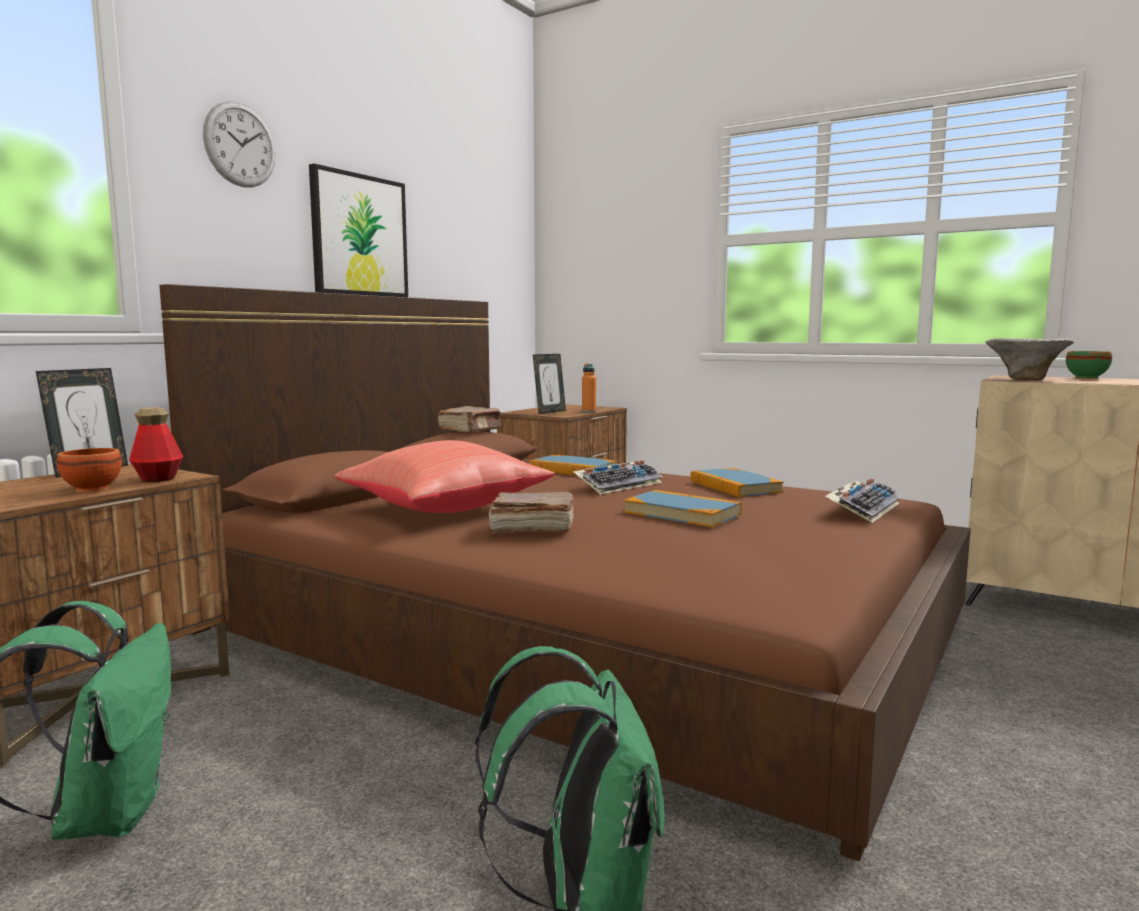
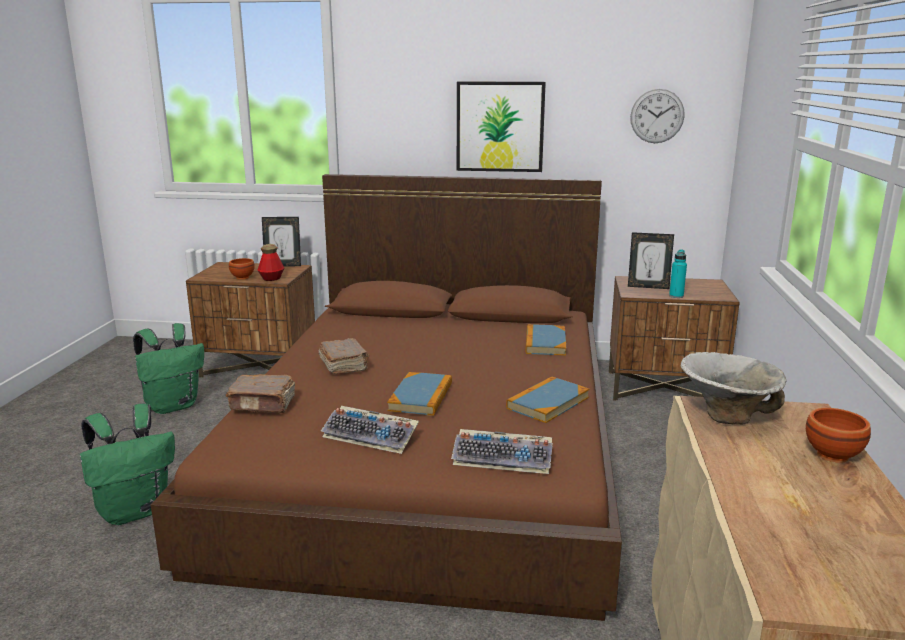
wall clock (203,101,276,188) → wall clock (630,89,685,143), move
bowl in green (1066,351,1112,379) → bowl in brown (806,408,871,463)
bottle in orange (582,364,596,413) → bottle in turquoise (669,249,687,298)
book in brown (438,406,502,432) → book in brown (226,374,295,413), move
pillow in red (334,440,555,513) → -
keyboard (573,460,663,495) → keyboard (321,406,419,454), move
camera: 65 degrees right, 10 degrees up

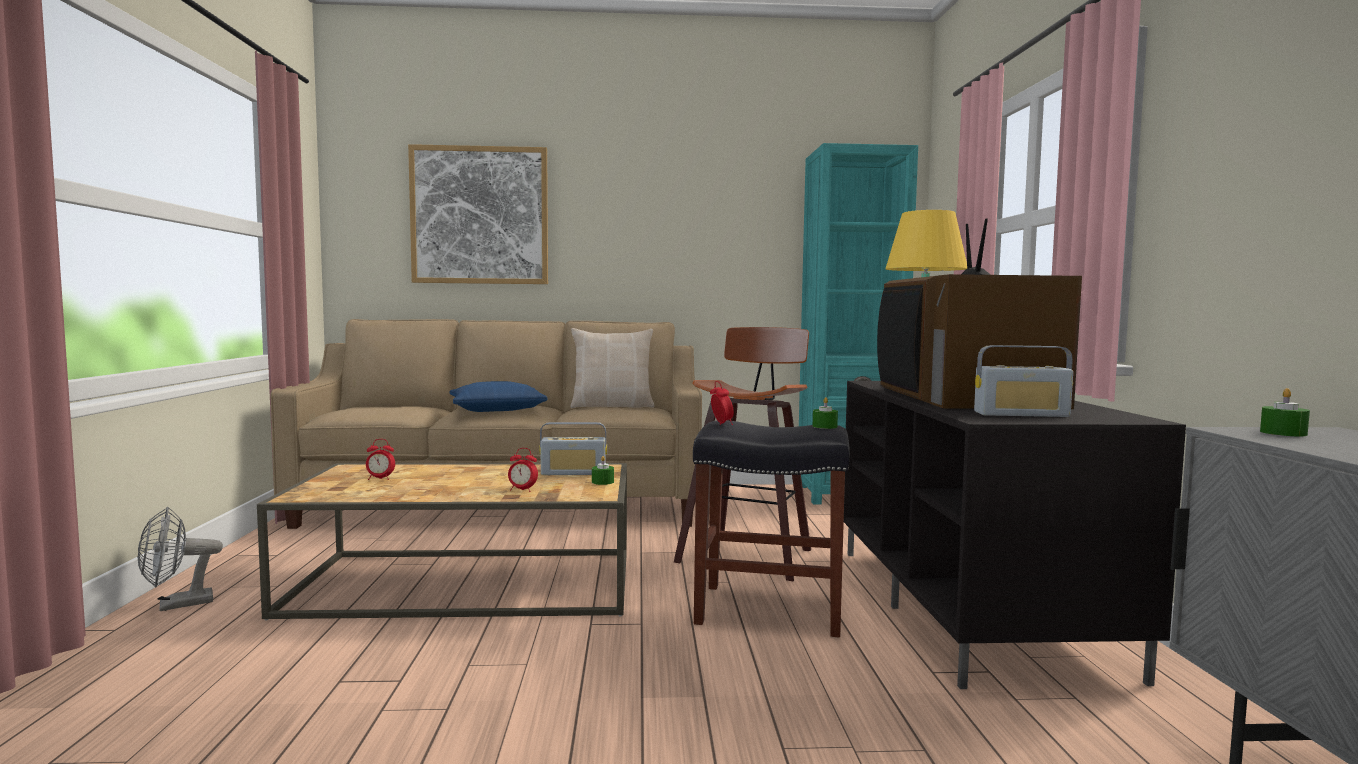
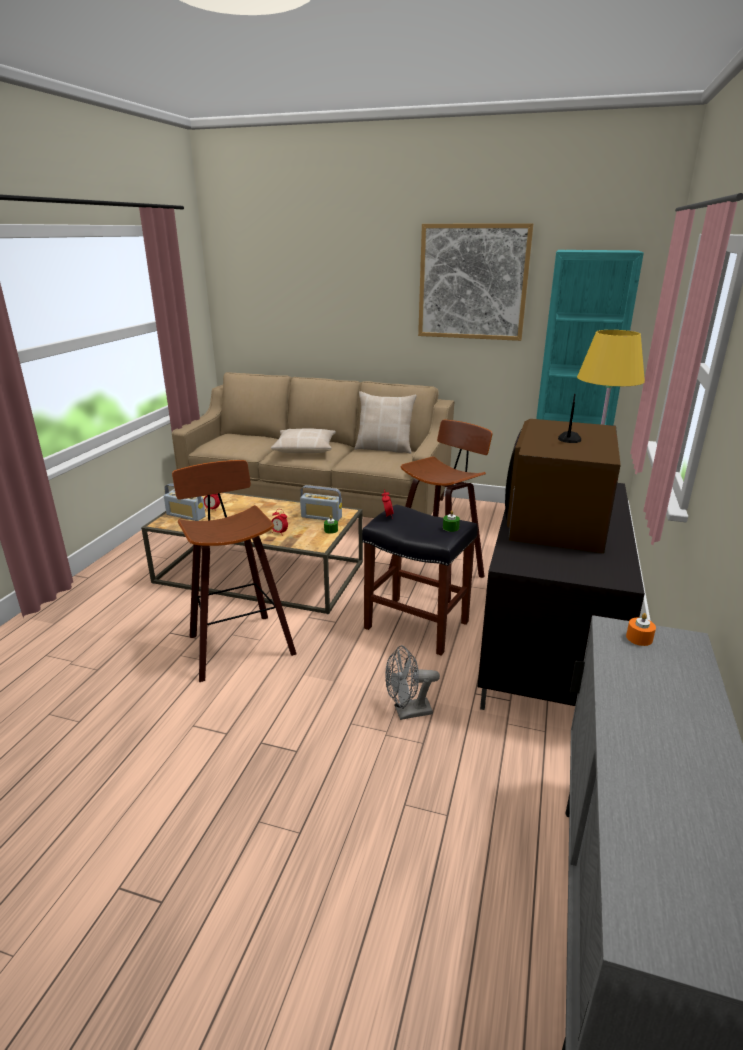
picture (408,144,548,284) → picture (418,223,533,341), move
radio (974,345,1073,417) → radio (164,483,206,521), move
pillow in blue (450,381,547,412) → pillow in beige (271,429,336,453)
candle in green (1260,388,1310,436) → candle in orange (626,613,656,646)
fan in grey (138,506,223,611) → fan in grey (385,645,440,720), move
- → stool (172,460,297,682)
camera: 20 degrees right, 20 degrees up

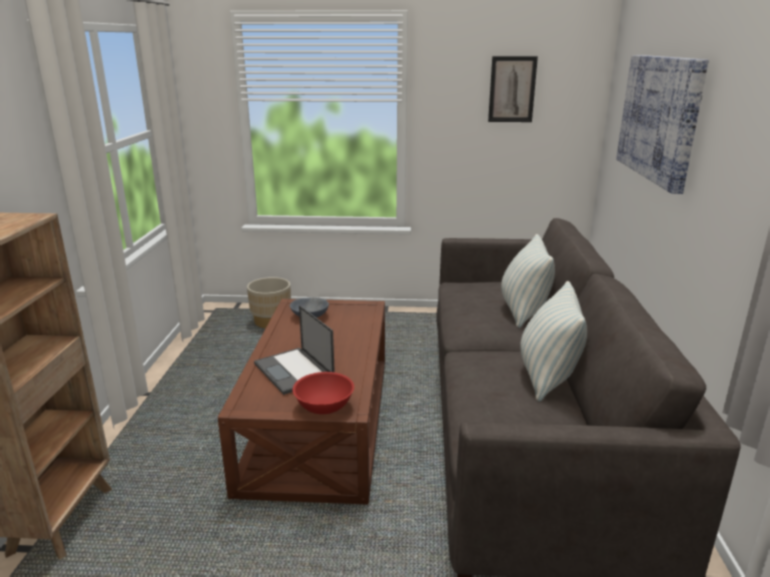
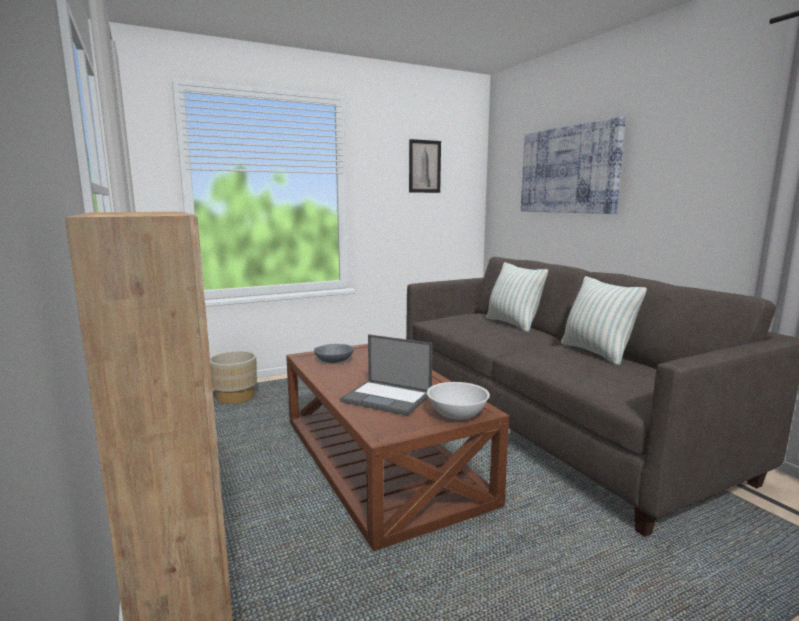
bowl in red (293,372,354,414) → bowl in white (427,382,490,420)
camera: 30 degrees left, 10 degrees down

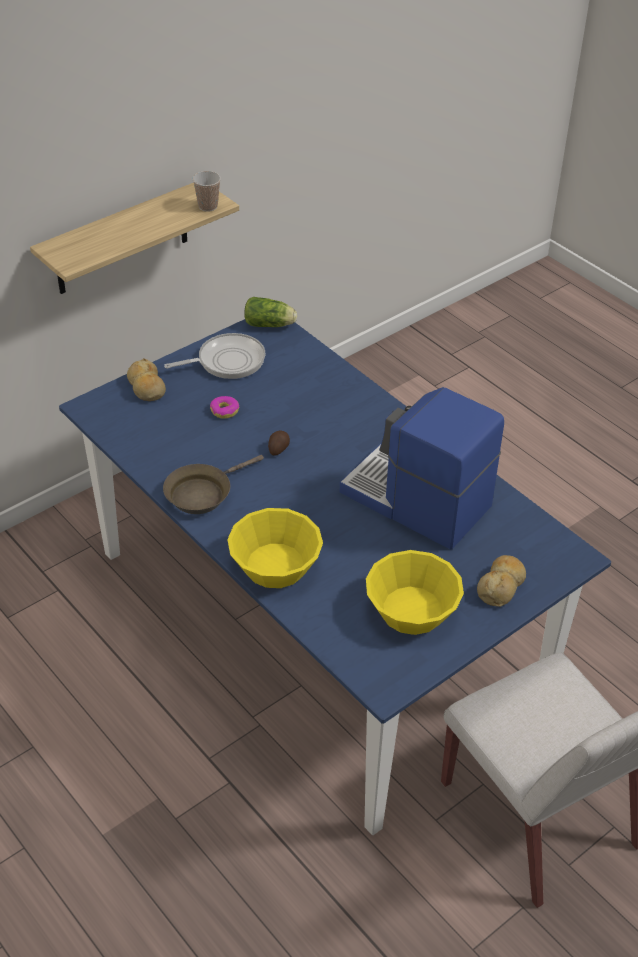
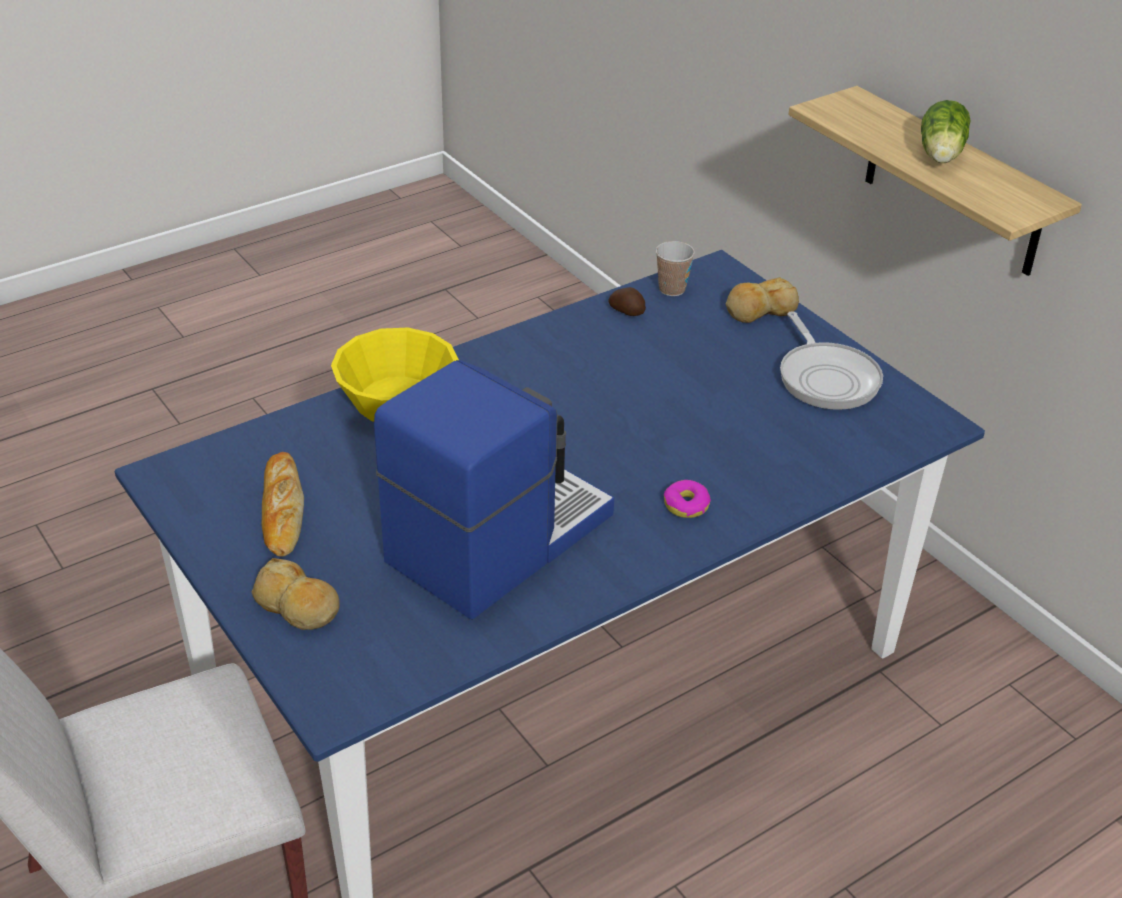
cup (192,171,221,211) → cup (656,241,695,296), move
lettuce (244,297,297,327) → lettuce (921,100,971,163), move
donut (210,396,240,419) → donut (664,480,711,518), move
potato (268,431,290,456) → potato (608,287,646,316), move
frying pan in brown (163,455,264,514) → -
bowl in yellow (366,550,464,635) → bread (261,452,304,556)
camera: 95 degrees right, 5 degrees down

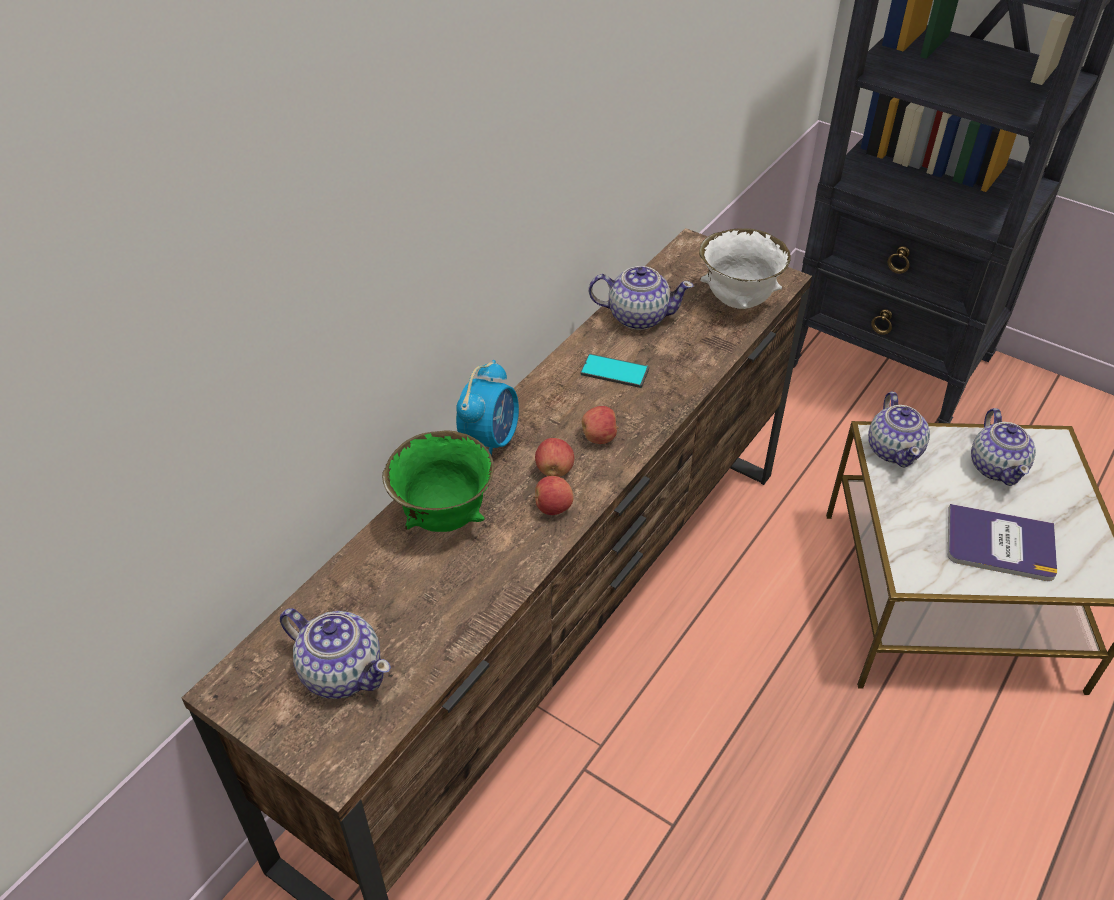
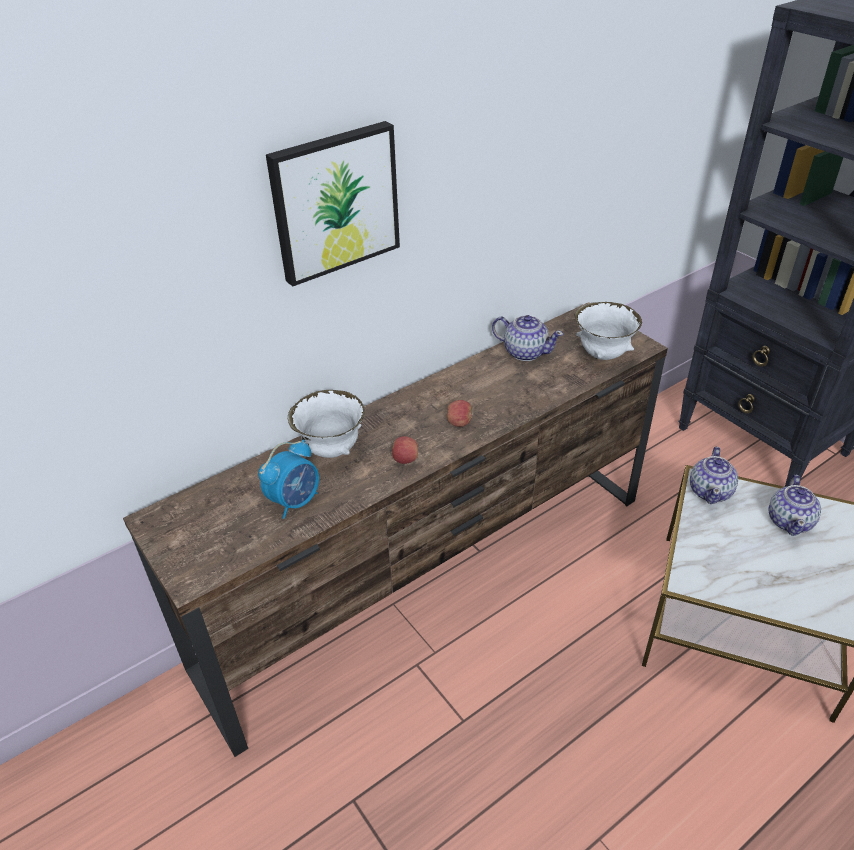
phone (580,354,649,388) → -
alarm clock (456,360,519,456) → alarm clock (258,440,319,519), move
bowl in green (382,430,494,532) → bowl in white (288,390,365,458)
apple (535,438,574,477) → -
book (948,504,1057,581) → -
teapot (280,608,391,699) → -
- → picture (266,121,400,287)
camera: 20 degrees right, 5 degrees down

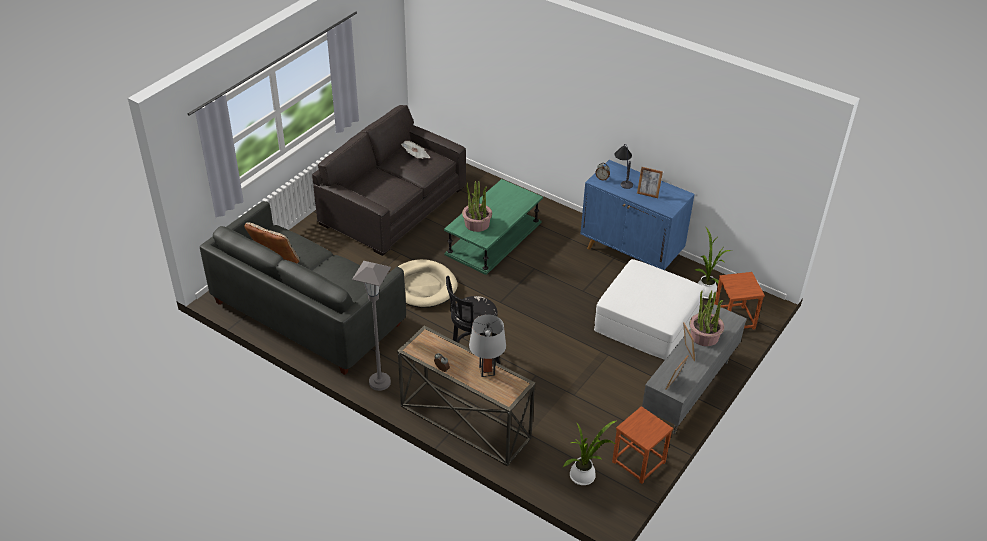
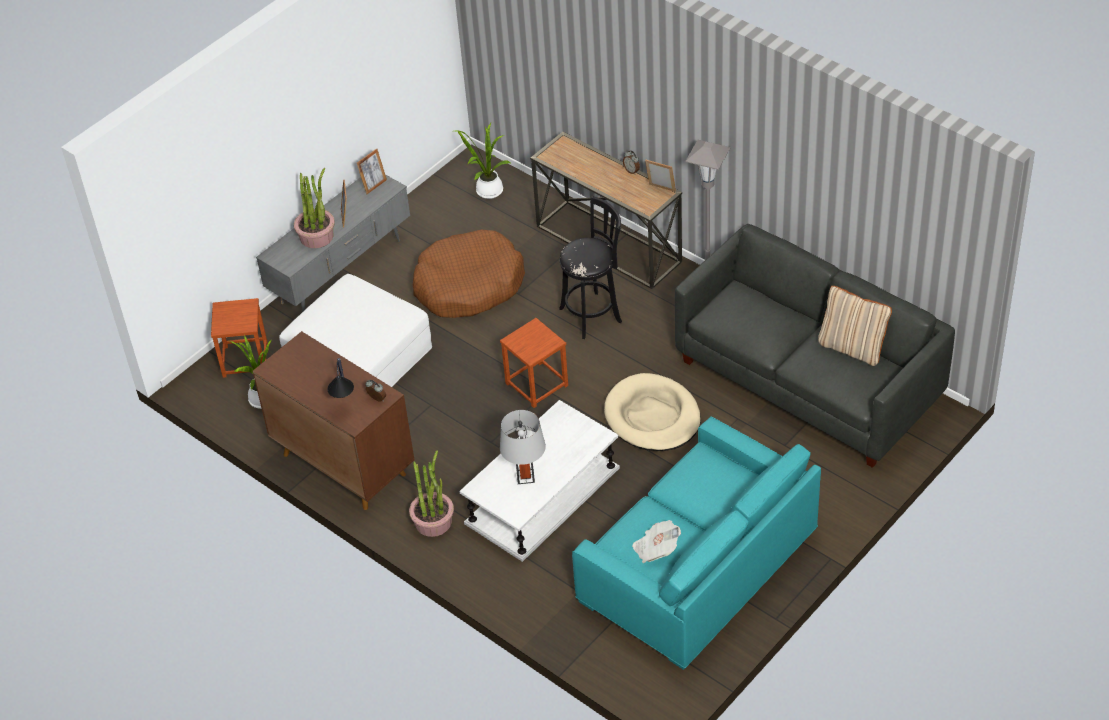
sofa in grey (312,105,466,256) → sofa in turquoise (572,416,821,670)
cabinet in blue (581,160,695,270) → cabinet in brown (253,331,415,510)
picture frame (637,167,663,198) → picture frame (645,160,676,192), move
coffee table in green (444,179,543,275) → coffee table in white (460,400,620,562)
potted plant (462,181,492,232) → potted plant (409,450,454,537), move
table lamp in grey (469,314,506,377) → table lamp in grey (500,410,546,484), move
stool in brown (612,406,673,484) → stool in brown (500,318,568,408), move
- → dog bed in brown (413,230,525,318)
camera: 170 degrees left, 5 degrees up

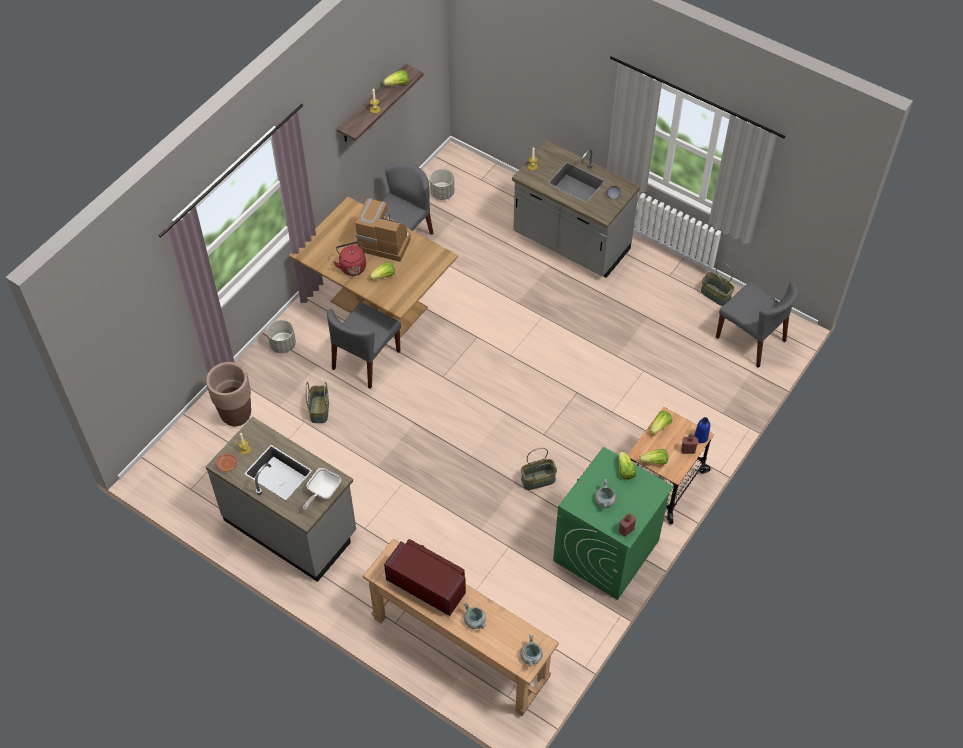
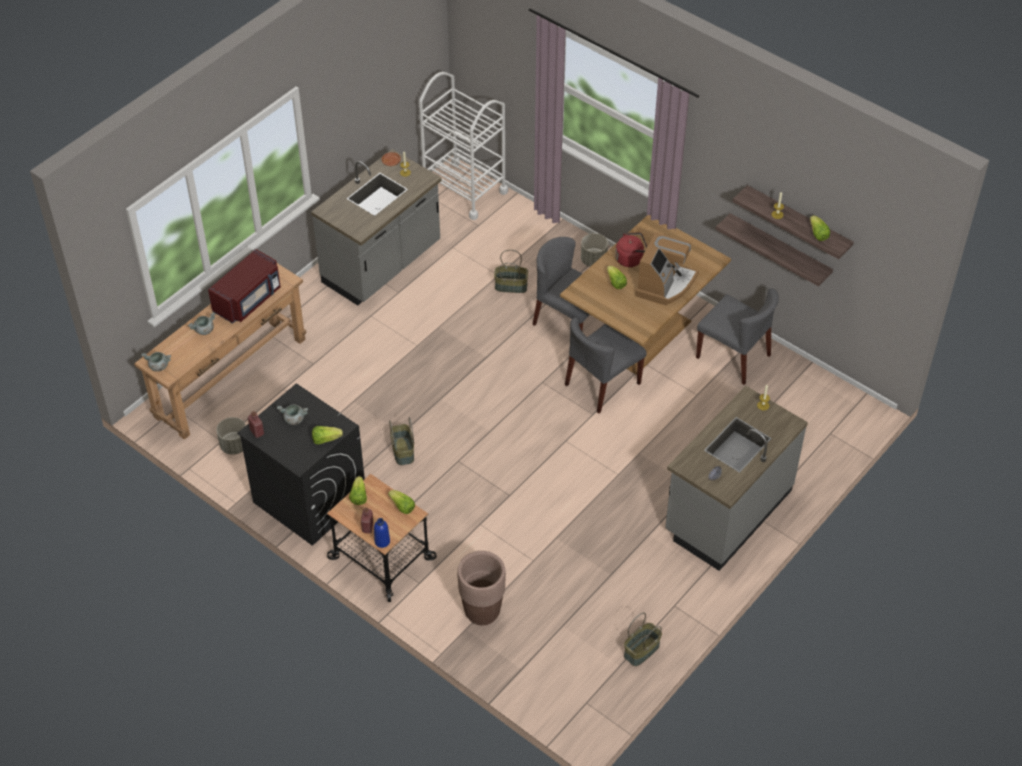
planter in grey (430,169,454,200) → planter in grey (216,417,246,455), move
chair in grey (716,282,799,368) → chair in grey (565,317,647,414), move
planter in brown (206,362,251,426) → planter in brown (457,551,506,625), move
washing machine in green (553,447,674,600) → washing machine in black (237,383,365,546)
frying pan (303,468,341,510) → -
- → cart in white (419,72,508,220)
- → shelf (715,213,833,286)
camera: 95 degrees right, 5 degrees down

